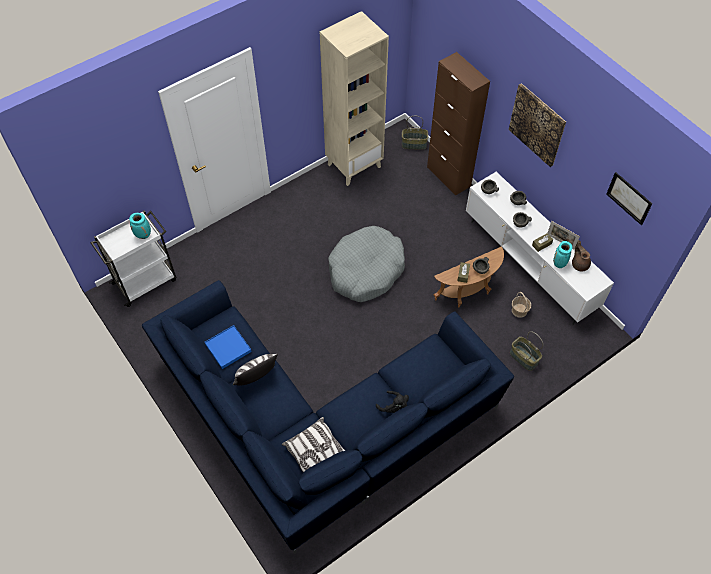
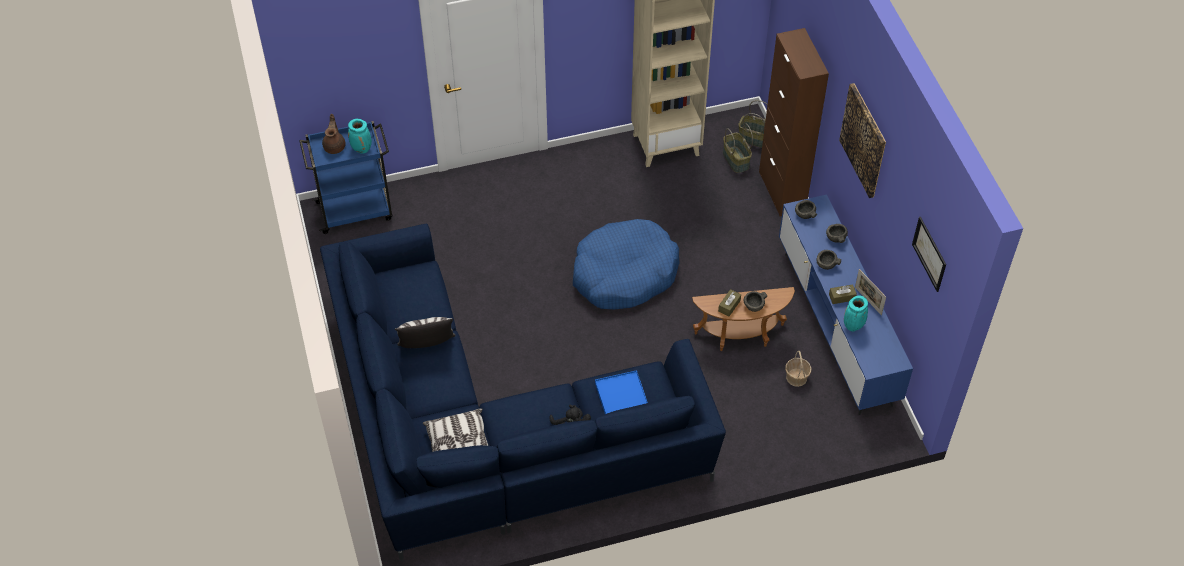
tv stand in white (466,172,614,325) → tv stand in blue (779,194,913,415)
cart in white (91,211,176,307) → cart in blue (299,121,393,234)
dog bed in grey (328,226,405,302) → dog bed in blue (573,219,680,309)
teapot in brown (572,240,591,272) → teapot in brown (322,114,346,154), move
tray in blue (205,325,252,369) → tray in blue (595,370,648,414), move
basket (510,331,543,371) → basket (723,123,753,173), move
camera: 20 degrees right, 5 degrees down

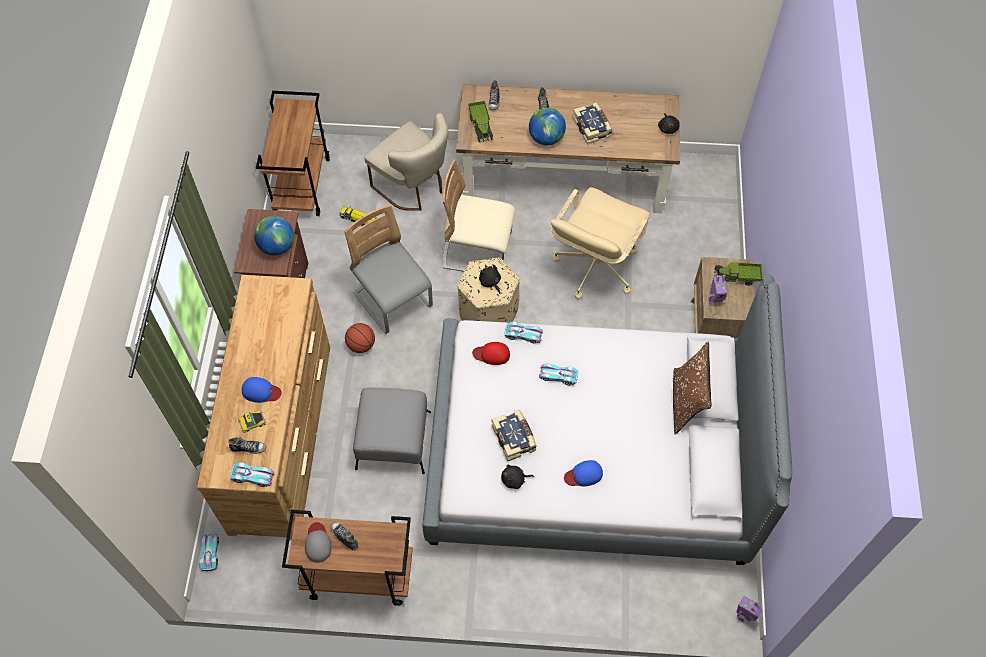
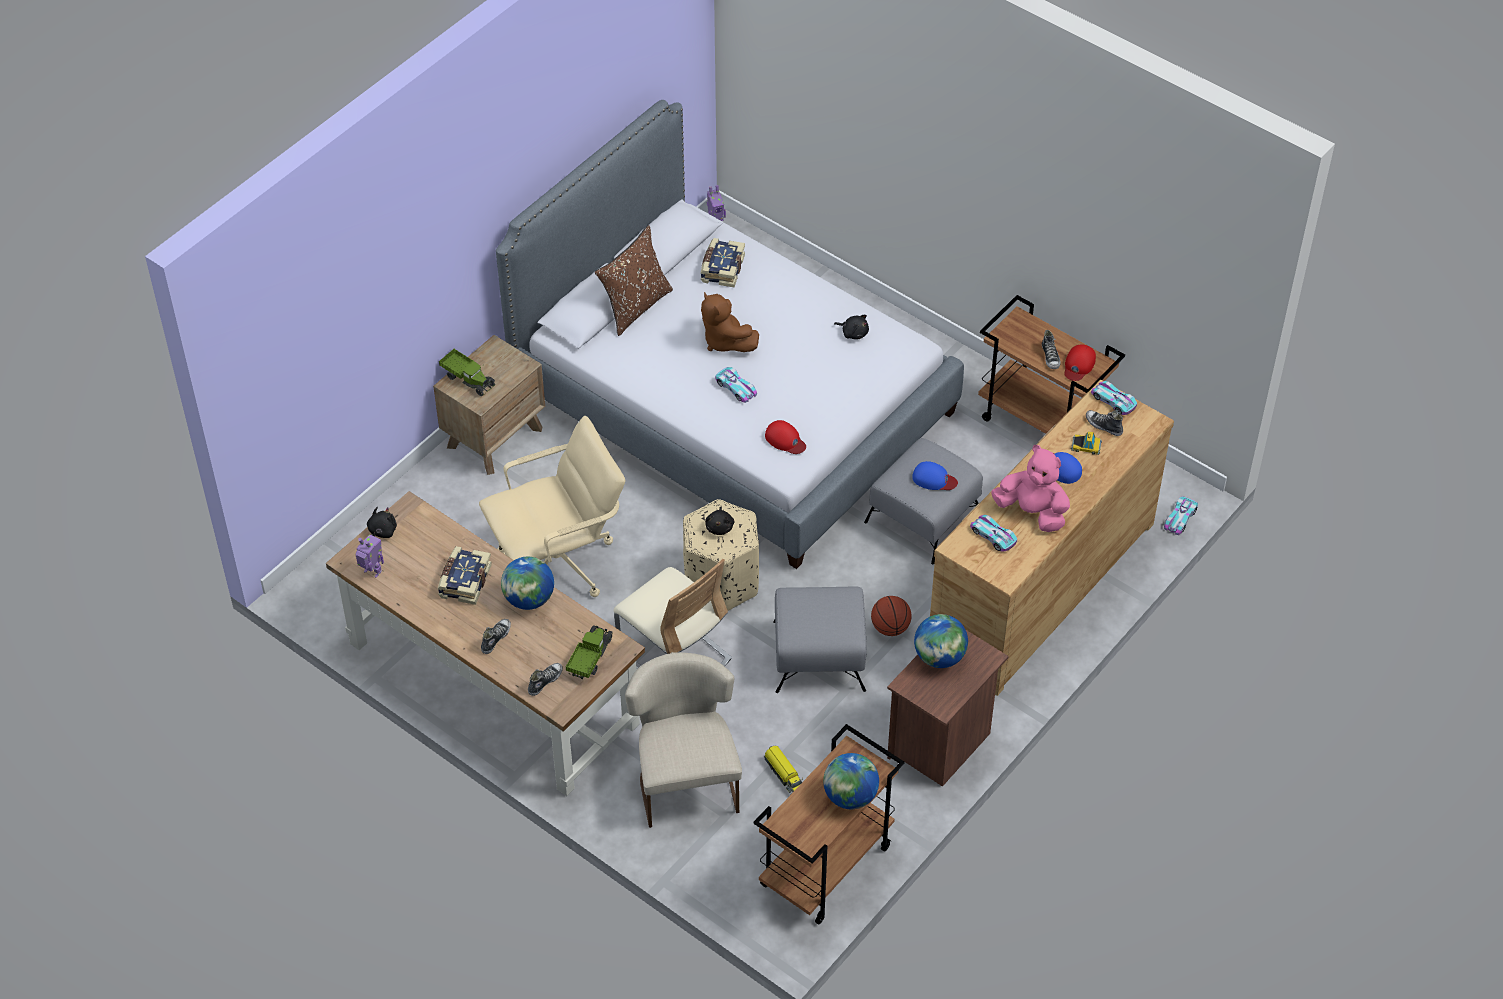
chair in grey (344,205,433,334) → ottoman in grey (773,587,867,693)
toy robot (708,275,727,305) → toy robot (356,535,384,578), move
toy car (505,321,543,343) → toy car (970,515,1017,552), move
book (492,410,537,461) → book (701,238,745,287), move
cap in blue (564,460,603,487) → cap in blue (912,461,958,490), move
cap in grey (305,522,331,563) → cap in red (1064,344,1096,381)
- → plush toy in brown (701,292,759,352)
- → plush toy in pink (991,445,1070,532)
- → globe (823,753,879,809)
camera: 145 degrees left, 10 degrees down

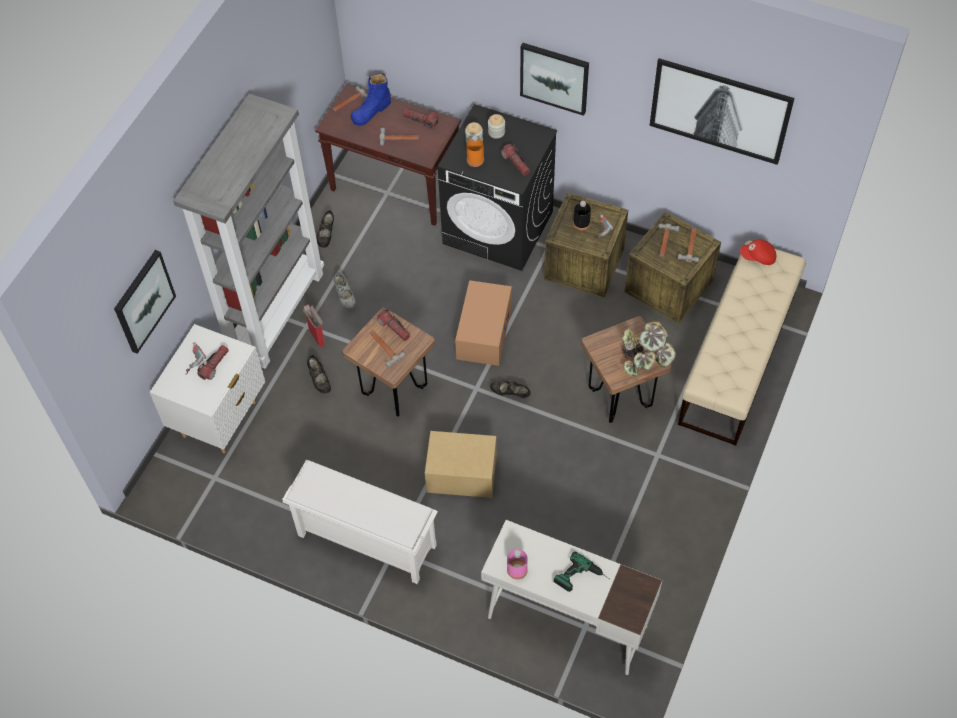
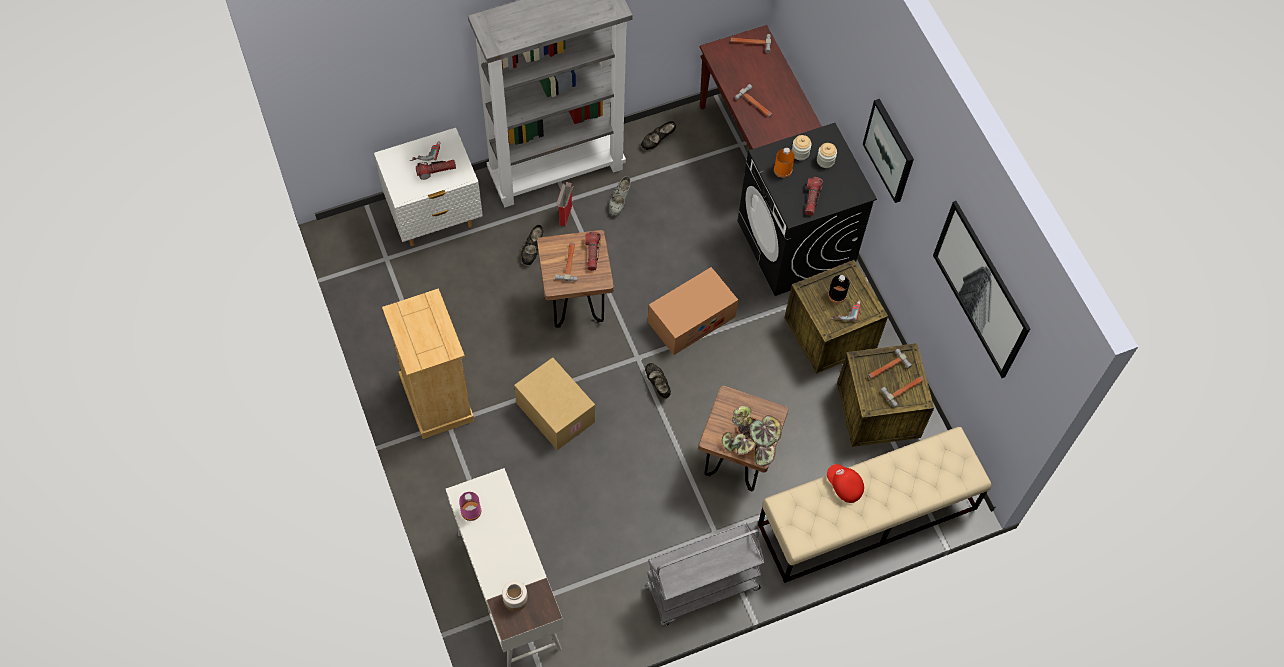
boot in blue (351,73,391,126) → -
flashlight (403,109,439,129) → -
cap in red (740,239,776,265) → cap in red (827,464,864,503), move
picture (114,250,176,354) → -
shoe rack in white (282,460,438,584) → dresser in beige (382,288,474,439)
power drill (554,552,609,592) → -
- → cart in grey (645,523,765,627)
- → jar (502,581,528,611)
camera: 40 degrees right, 5 degrees up

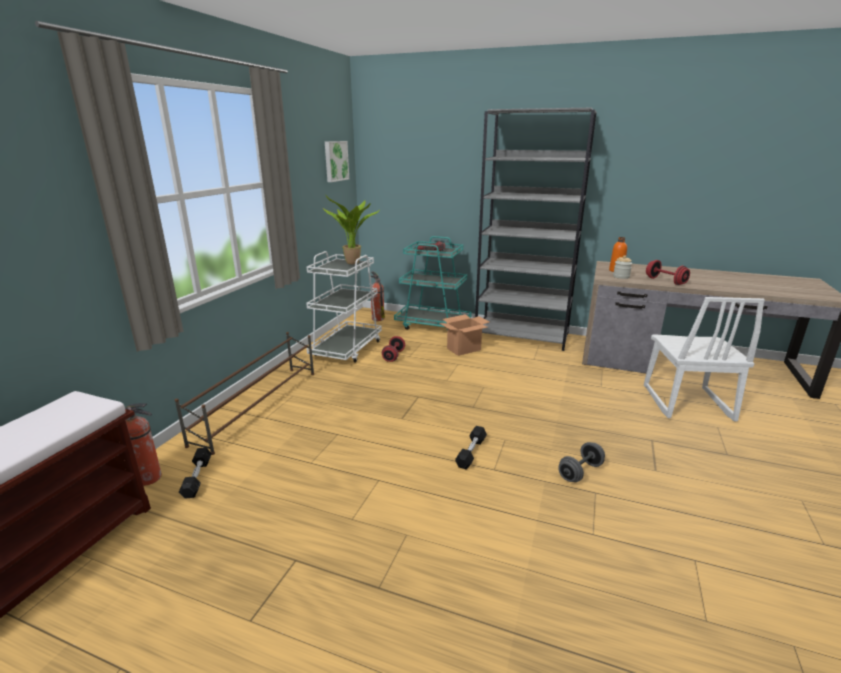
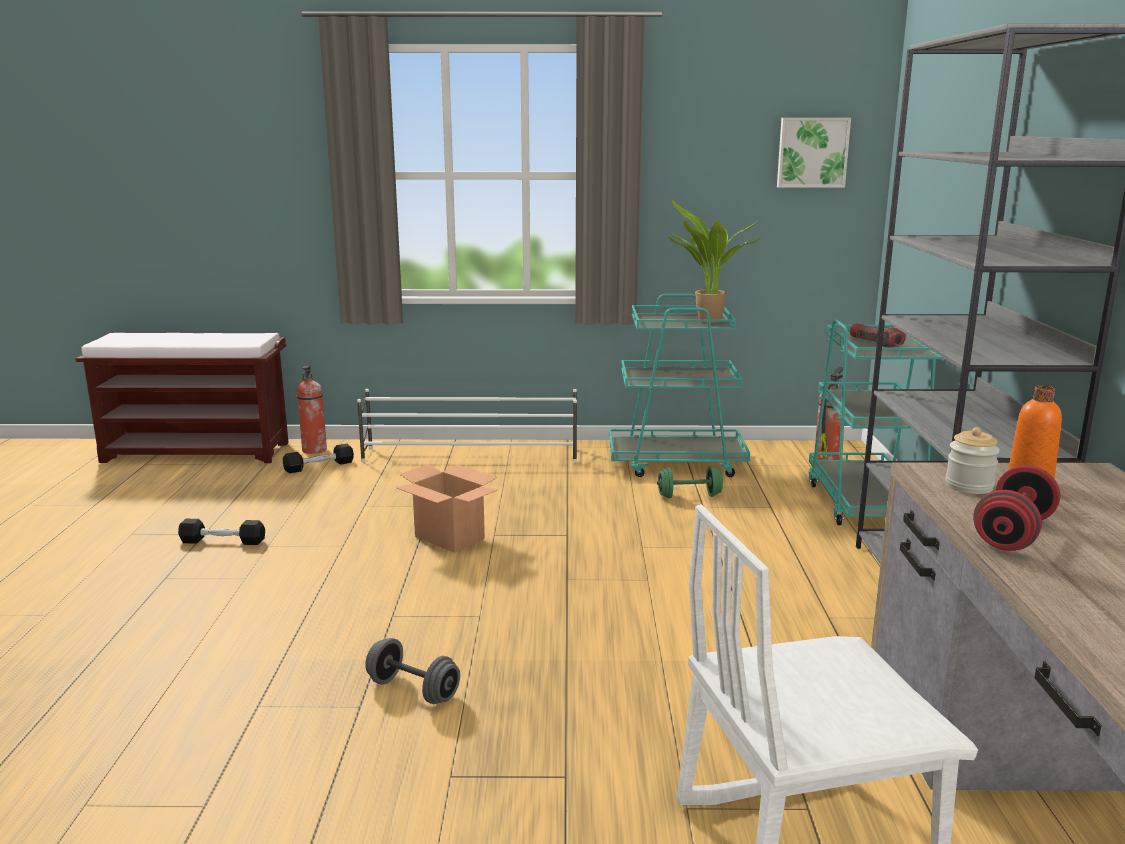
cart in white (306,251,382,363) → cart in turquoise (609,294,750,477)
cardboard box (440,314,489,356) → cardboard box (397,464,497,553), move
shoe rack in brown (175,332,314,455) → shoe rack in white (357,389,577,463)
dumbbell in red (382,336,405,362) → dumbbell in green (657,466,723,498)
dumbbell in black (455,426,487,470) → dumbbell in black (178,519,265,545), move
camera: 70 degrees right, 5 degrees down

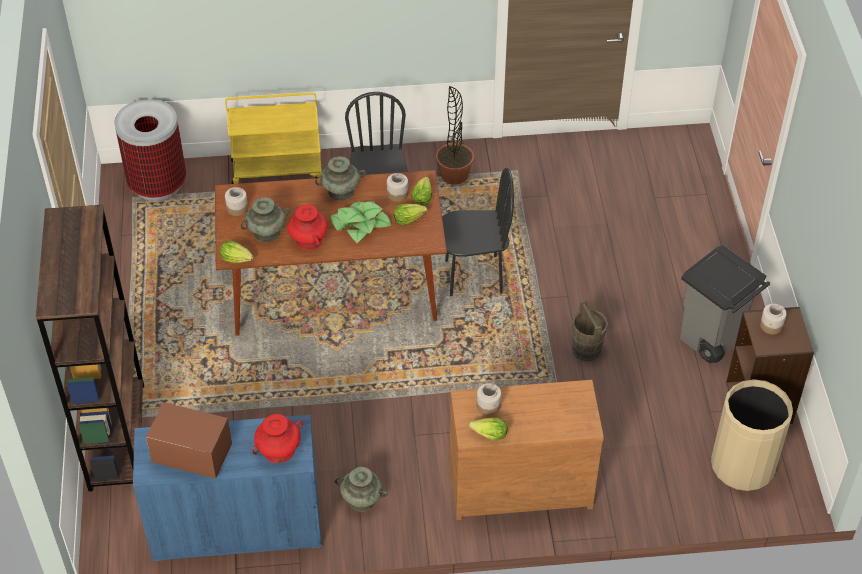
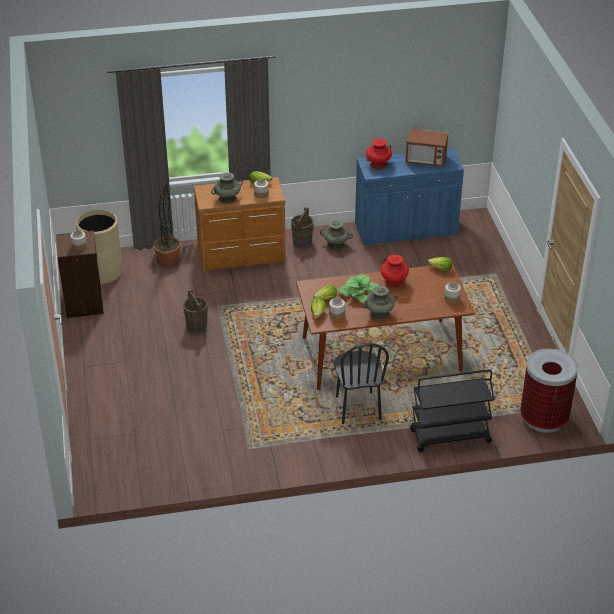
potted plant (436,86,474,185) → potted plant (153,182,181,266), move
cart in yellow (225,92,322,184) → cart in black (410,369,494,452)
chair in black (442,168,514,296) → -
vase in turquoise (241,197,290,243) → vase in turquoise (211,172,243,204), move
bookcase in brown (36,205,144,492) → -
trash can in grey (679,245,770,363) → -
- → bucket in brown (291,207,314,249)
camera: 175 degrees right, 10 degrees down

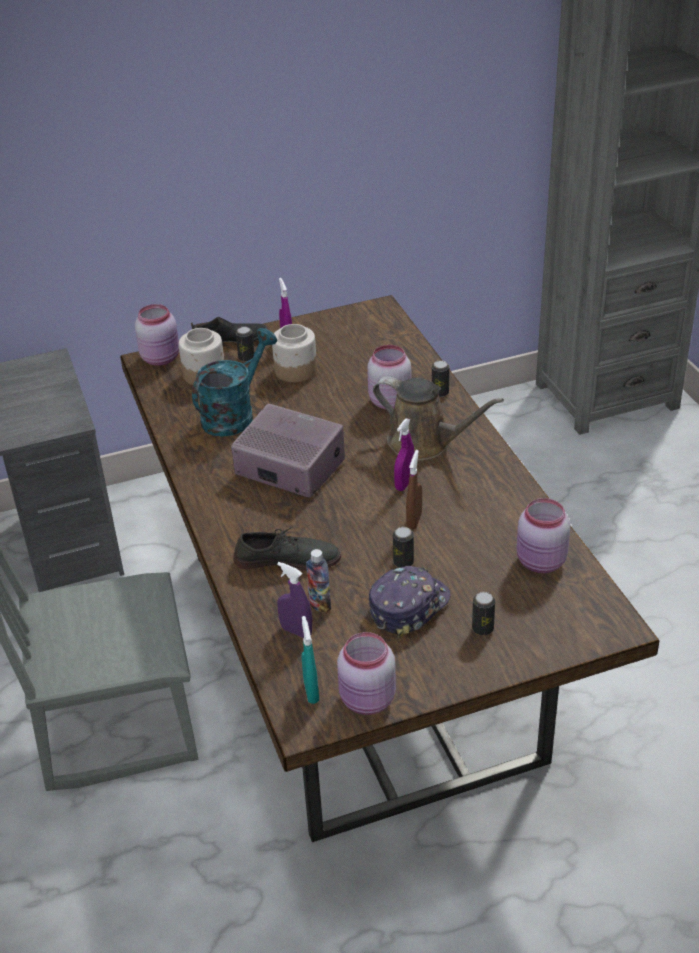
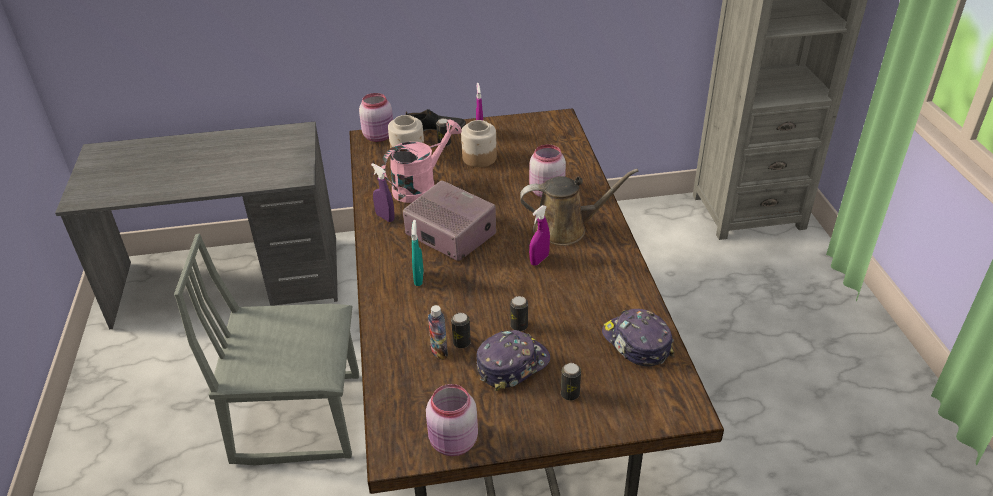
watering can in turquoise (192,328,277,437) → watering can in pink (382,119,462,203)
can (432,360,449,397) → can (451,313,471,348), move
watering can in brown (373,376,504,461) → watering can in brown (520,169,639,246), 45 degrees counterclockwise
spray bottle in brown (406,450,422,530) → -
jar in pink (517,498,571,573) → cap (602,308,674,366)
shoe in grey (233,527,341,571) → -
spray bottle in purple (277,562,312,638) → spray bottle in purple (371,163,395,222), move
spray bottle in turquoise (302,616,319,704) → spray bottle in turquoise (411,220,424,286), move
camera: 10 degrees right, 0 degrees up

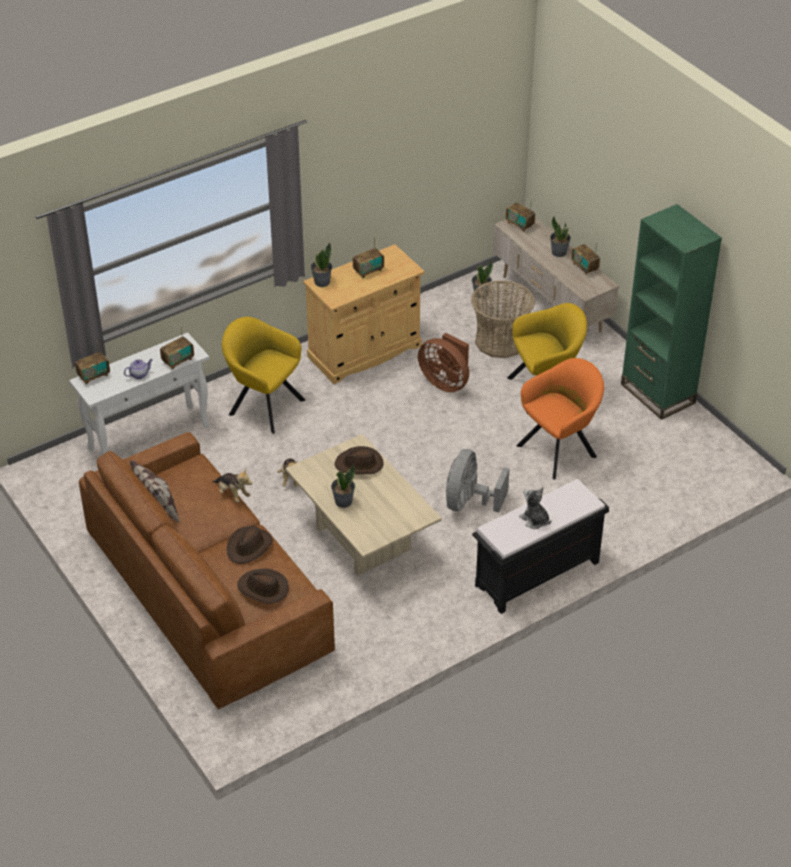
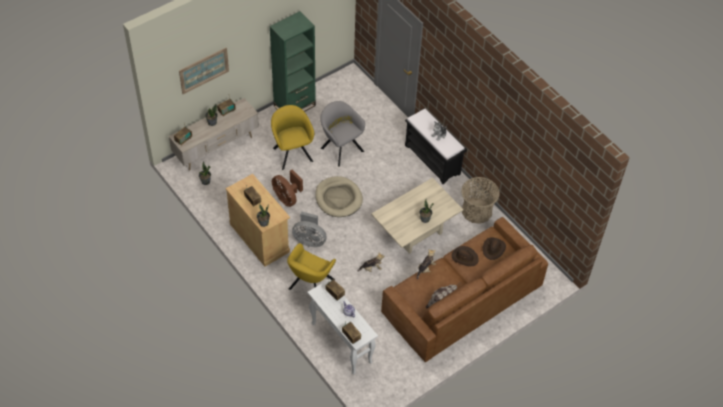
basket (471,280,535,358) → basket (461,177,500,224), move
fan in brown (418,333,469,392) → fan in brown (272,169,303,207), 105 degrees clockwise
armchair in orange (516,358,604,480) → armchair in grey (320,101,365,167)
hat in brown (334,446,384,474) → -
fan in grey (446,449,510,513) → fan in grey (292,211,327,247), move
- → picture (179,48,229,94)
- → dog bed in beige (315,176,363,217)
camera: 95 degrees left, 10 degrees up

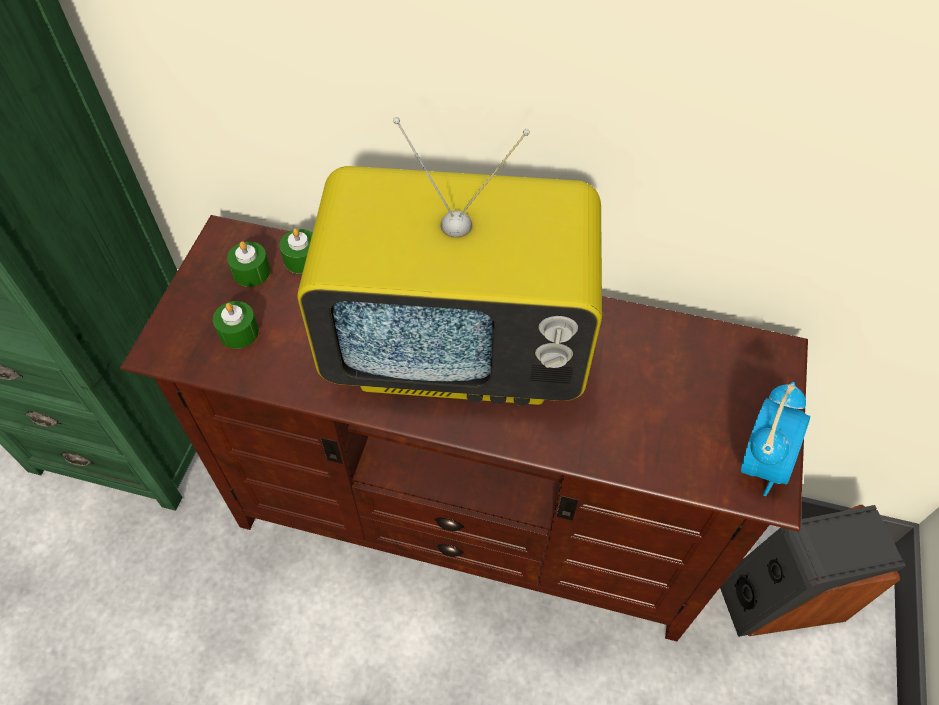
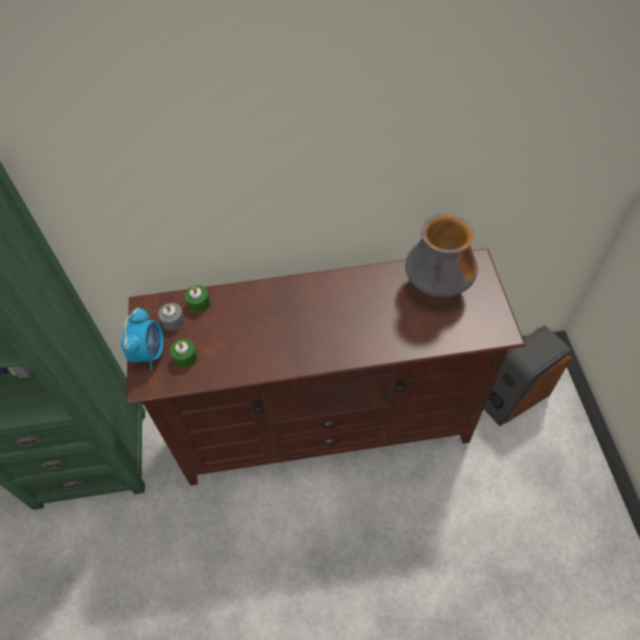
television (297,117,602,406) → -
candle in green (227,241,271,287) → candle in grey (158,303,185,331)
alarm clock (741,382,810,496) → alarm clock (121,307,164,370), move
- → vase (405,214,478,297)
camera: 20 degrees left, 0 degrees up

